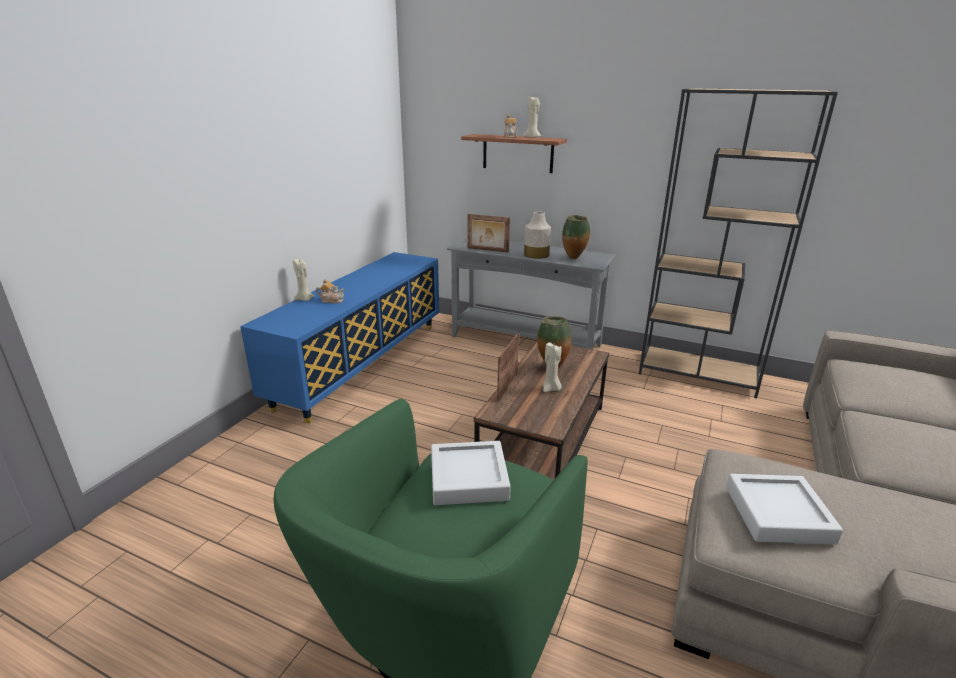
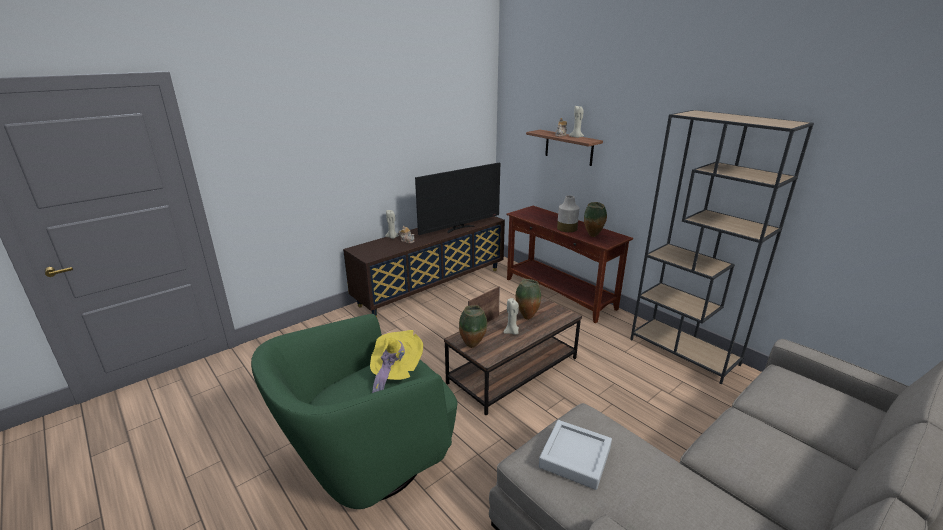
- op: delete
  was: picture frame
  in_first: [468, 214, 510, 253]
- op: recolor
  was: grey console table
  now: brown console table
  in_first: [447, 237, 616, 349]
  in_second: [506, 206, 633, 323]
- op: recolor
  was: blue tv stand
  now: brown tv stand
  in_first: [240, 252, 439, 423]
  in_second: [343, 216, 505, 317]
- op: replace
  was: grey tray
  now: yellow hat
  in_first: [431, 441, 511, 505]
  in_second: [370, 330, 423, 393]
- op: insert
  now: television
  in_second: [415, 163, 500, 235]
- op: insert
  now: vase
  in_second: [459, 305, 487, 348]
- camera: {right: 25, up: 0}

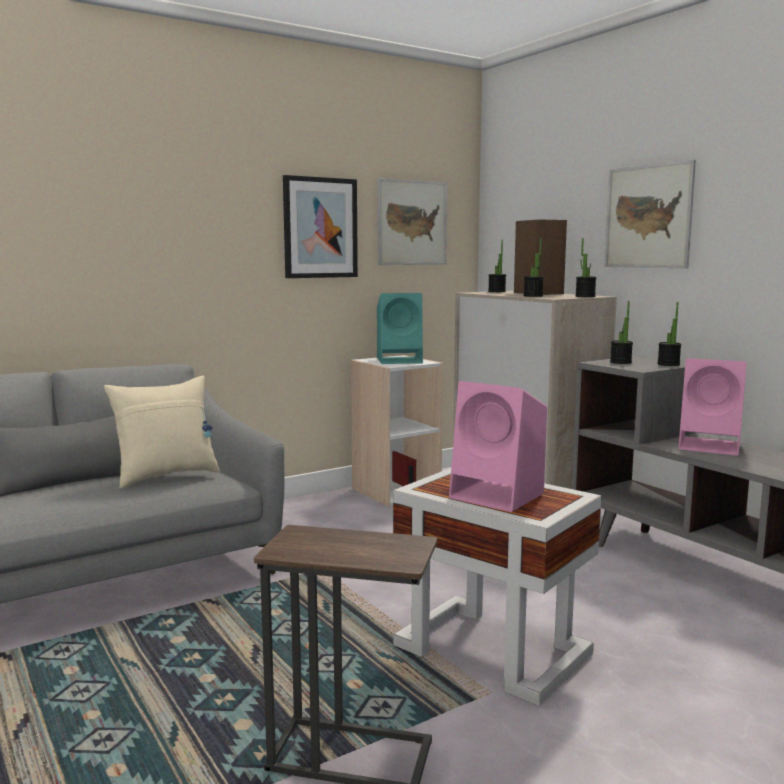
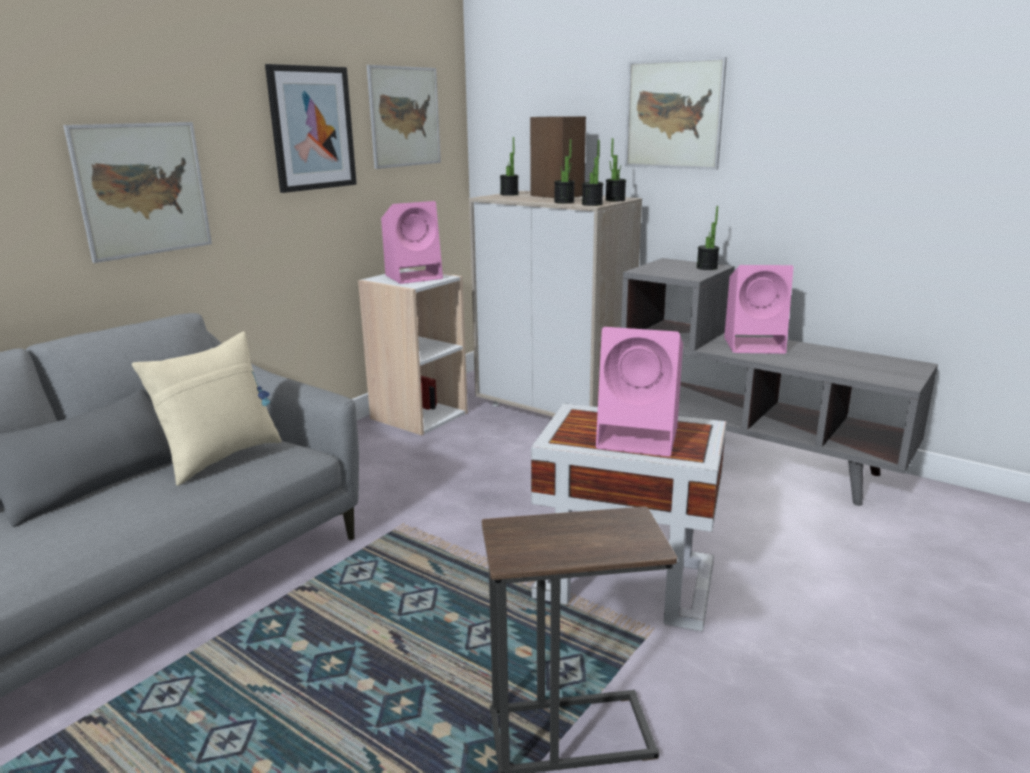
- op: recolor
  was: turquoise speaker
  now: pink speaker
  in_first: [377, 293, 423, 364]
  in_second: [381, 201, 443, 284]
- op: move
  was: potted plant
  in_first: [610, 301, 633, 364]
  in_second: [582, 140, 603, 206]
- op: insert
  now: picture
  in_second: [63, 122, 212, 263]
- camera: {right: -20, up: 10}

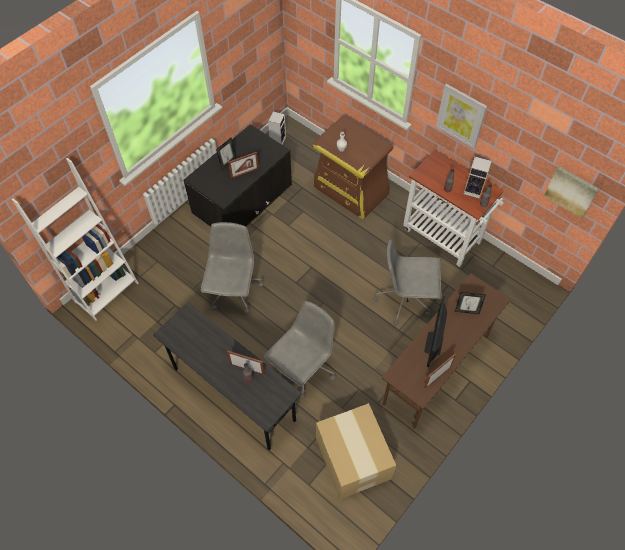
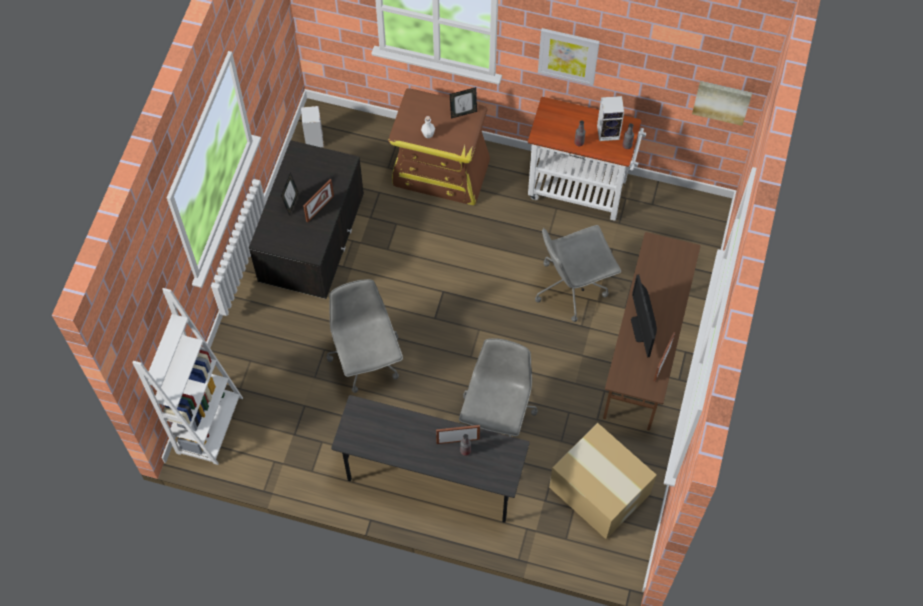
- op: move
  was: picture frame
  in_first: [455, 292, 486, 314]
  in_second: [450, 87, 477, 119]
- camera: {right: -25, up: 5}

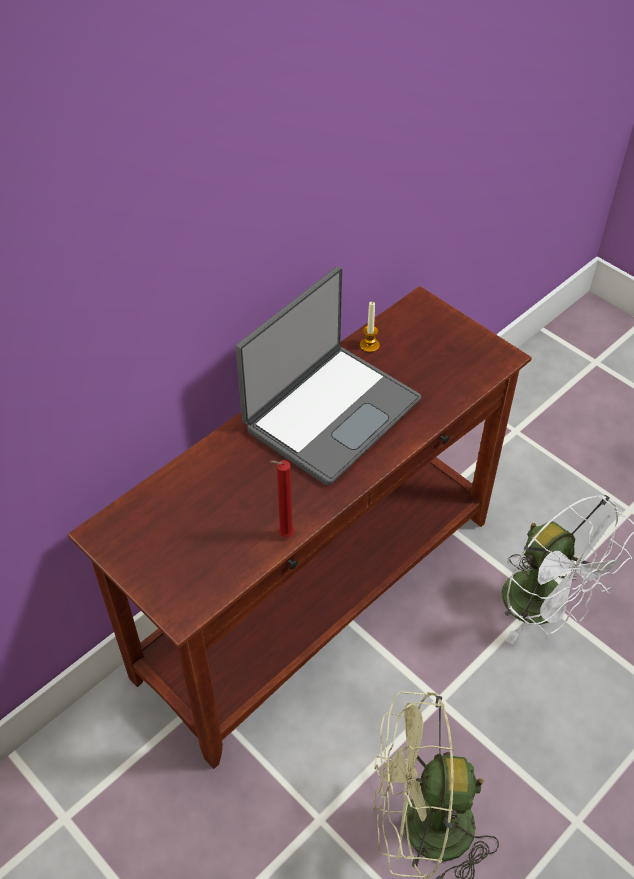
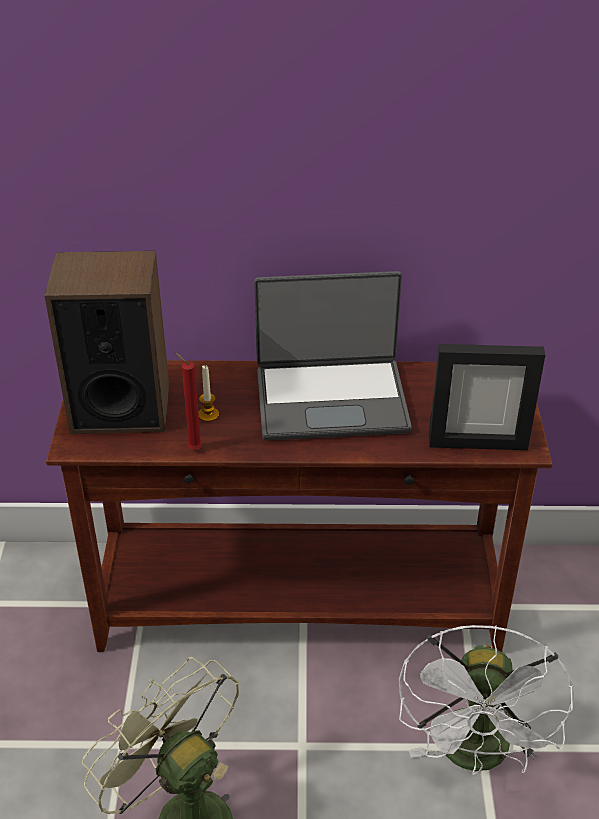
- op: move
  was: candle
  in_first: [360, 302, 380, 353]
  in_second: [198, 365, 219, 422]
- op: insert
  now: speaker
  in_second: [45, 251, 169, 434]
- op: insert
  now: picture frame
  in_second: [429, 344, 545, 450]
- camera: {right: 45, up: -10}

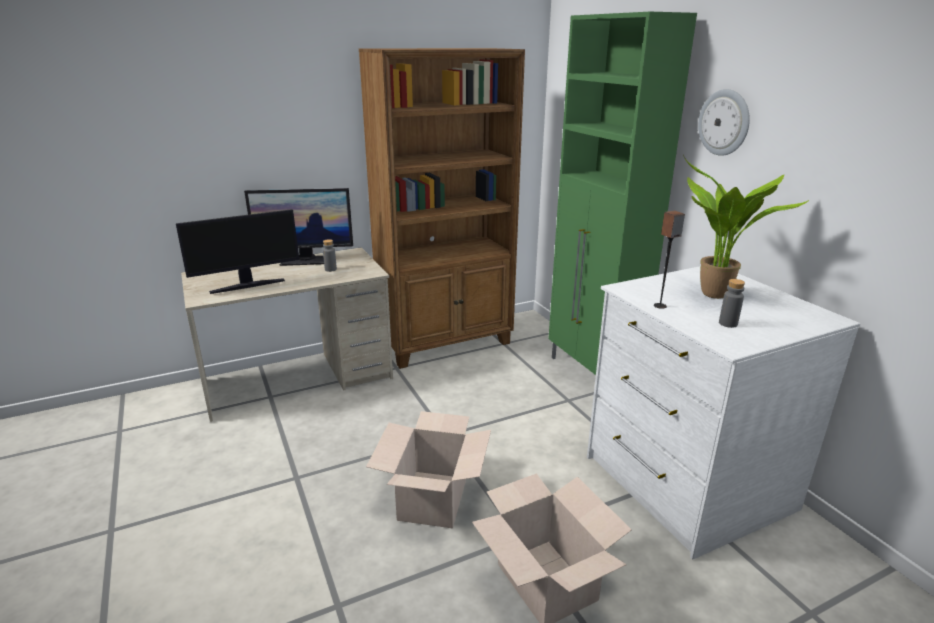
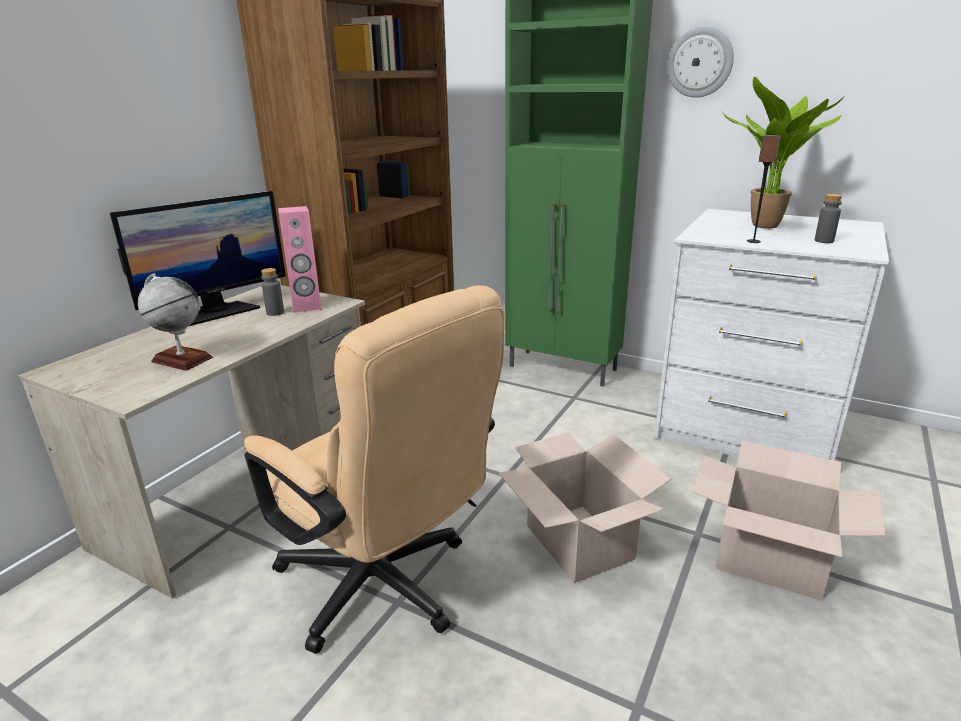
- op: replace
  was: monitor
  now: globe
  in_first: [176, 209, 299, 294]
  in_second: [138, 273, 213, 371]
- op: insert
  now: pink speaker
  in_second: [278, 206, 321, 312]
- op: insert
  now: beige office chair
  in_second: [244, 285, 504, 654]
- camera: {right: -35, up: 0}

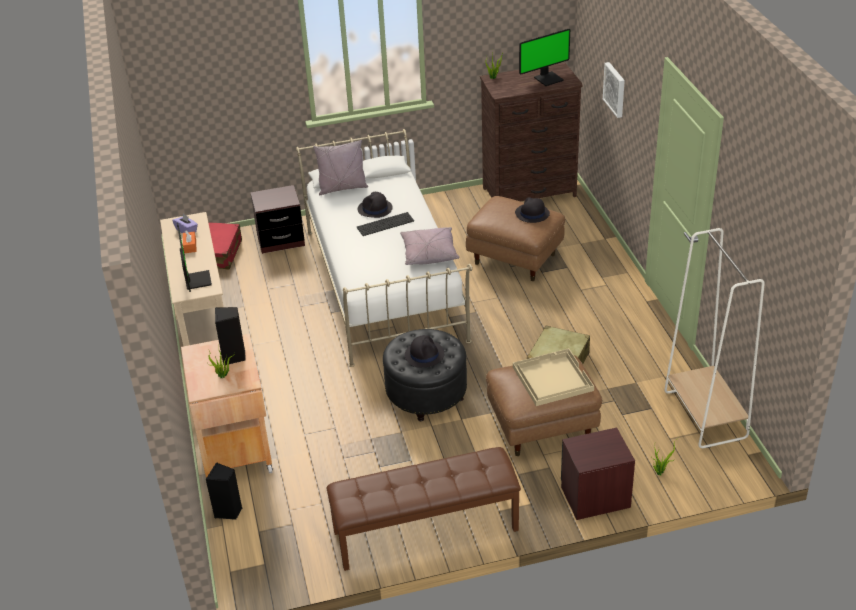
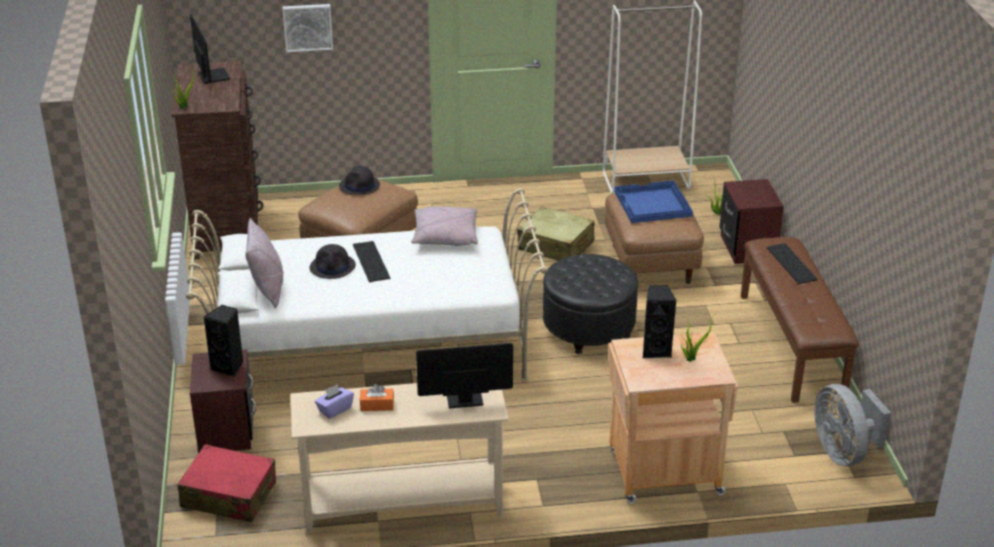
- op: delete
  was: black hat
  in_first: [405, 335, 444, 367]
- op: recolor
  was: beige tray
  now: blue tray
  in_first: [513, 348, 594, 406]
  in_second: [614, 180, 693, 223]
- op: move
  was: black speaker
  in_first: [206, 463, 242, 520]
  in_second: [204, 305, 243, 377]
- op: insert
  now: keyboard
  in_second: [767, 243, 818, 284]
- op: insert
  now: grey fan
  in_second: [814, 384, 891, 466]
- camera: {right: -85, up: -5}

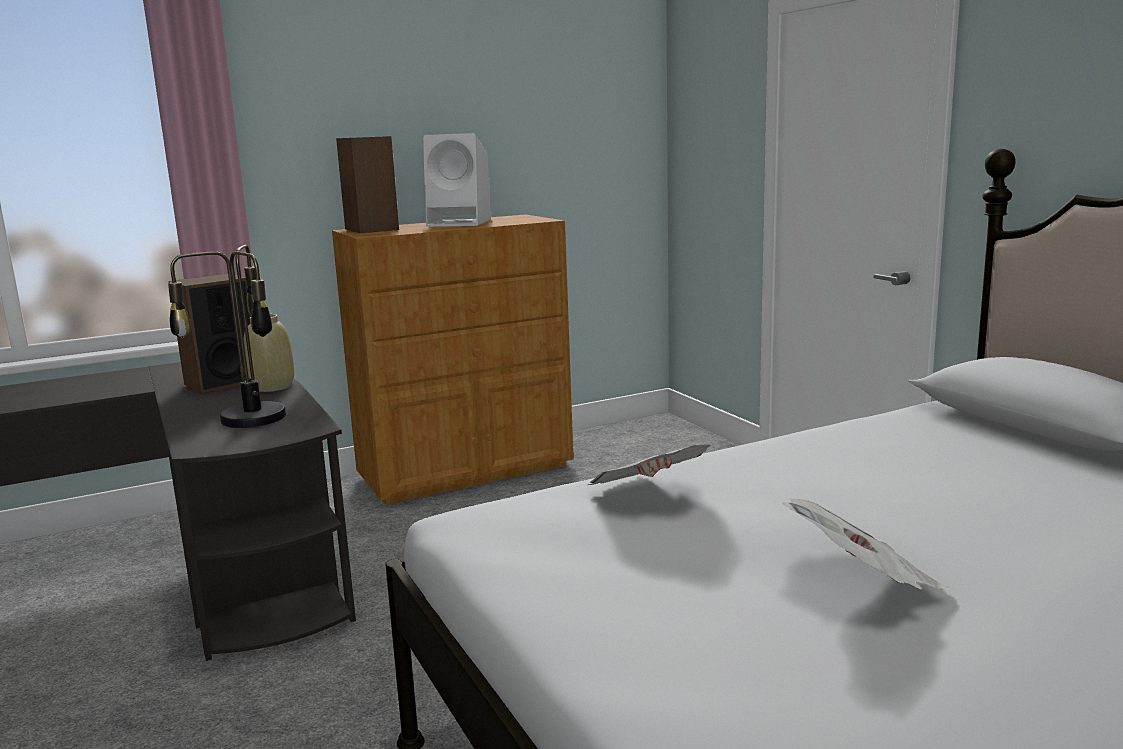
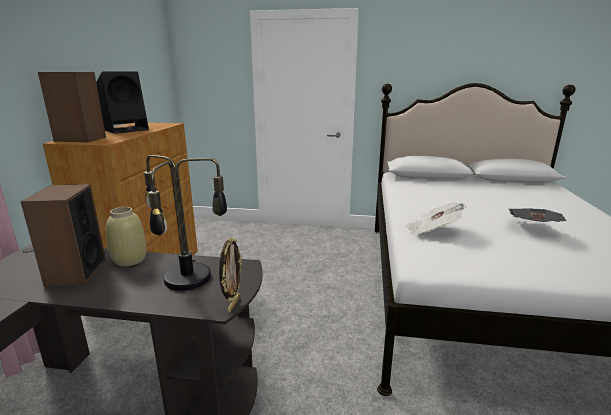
- op: recolor
  was: white speaker
  now: black speaker
  in_first: [423, 133, 491, 227]
  in_second: [96, 71, 149, 134]
- op: insert
  now: picture frame
  in_second: [219, 237, 242, 312]
- camera: {right: -55, up: 5}

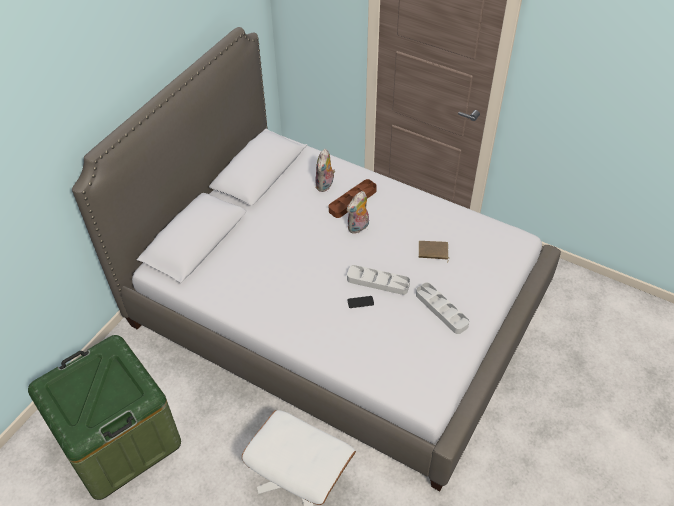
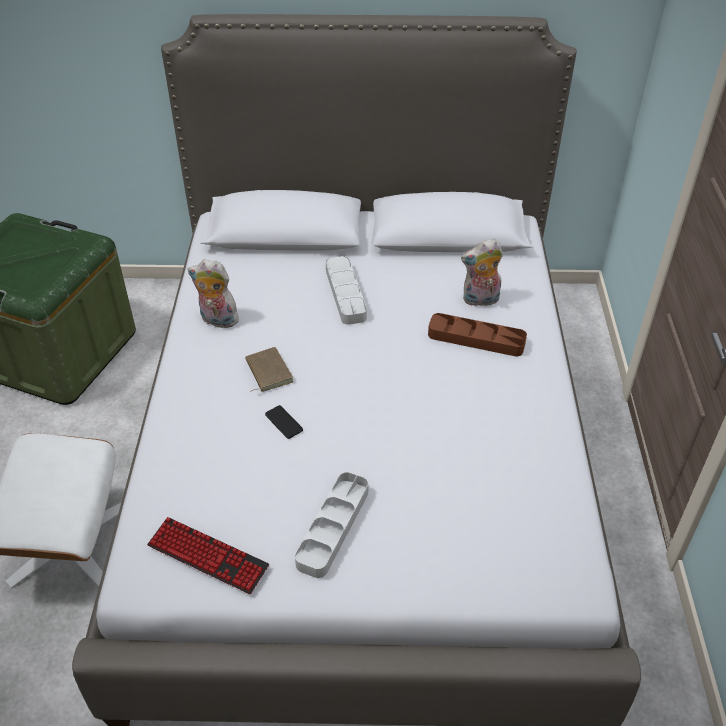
- op: move
  was: plush toy
  in_first: [347, 191, 369, 233]
  in_second: [188, 259, 239, 328]
- op: move
  was: brown book
  in_first: [419, 241, 450, 263]
  in_second: [245, 347, 293, 392]
- op: move
  was: grey tray
  in_first: [347, 265, 410, 295]
  in_second: [326, 256, 367, 325]
- op: insert
  now: keyboard
  in_second: [147, 517, 269, 594]
- camera: {right: 60, up: -5}

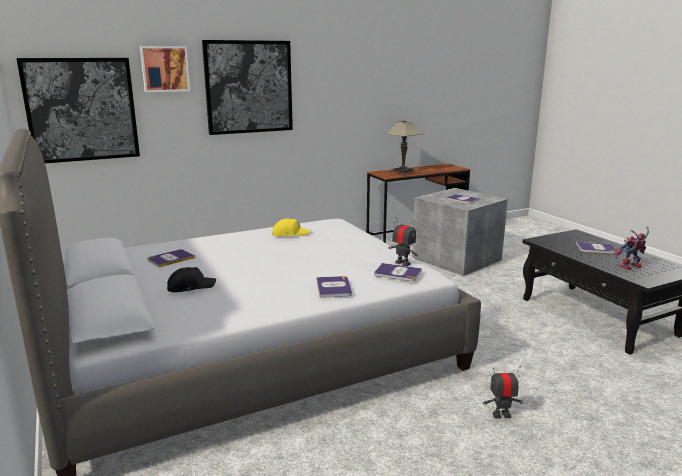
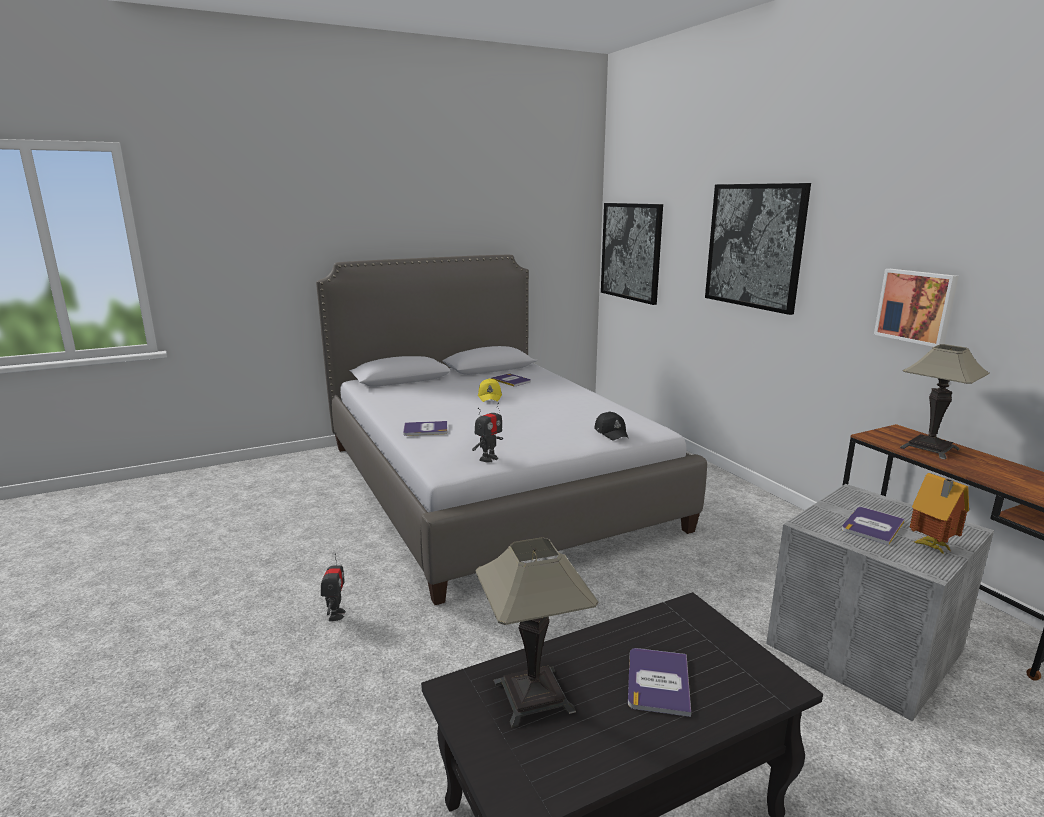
- op: move
  was: picture
  in_first: [140, 46, 190, 92]
  in_second: [874, 269, 959, 347]
- op: move
  was: yellow cap
  in_first: [272, 219, 310, 236]
  in_second: [478, 379, 502, 402]
- op: replace
  was: toy robot
  now: table lamp
  in_first: [613, 227, 649, 270]
  in_second: [475, 537, 598, 728]
- op: delete
  was: book
  in_first: [374, 263, 422, 281]
- op: move
  was: black cap
  in_first: [167, 267, 216, 292]
  in_second: [594, 412, 628, 440]
- op: insert
  now: toy house
  in_second: [910, 473, 969, 554]
- camera: {right: 90, up: 0}

